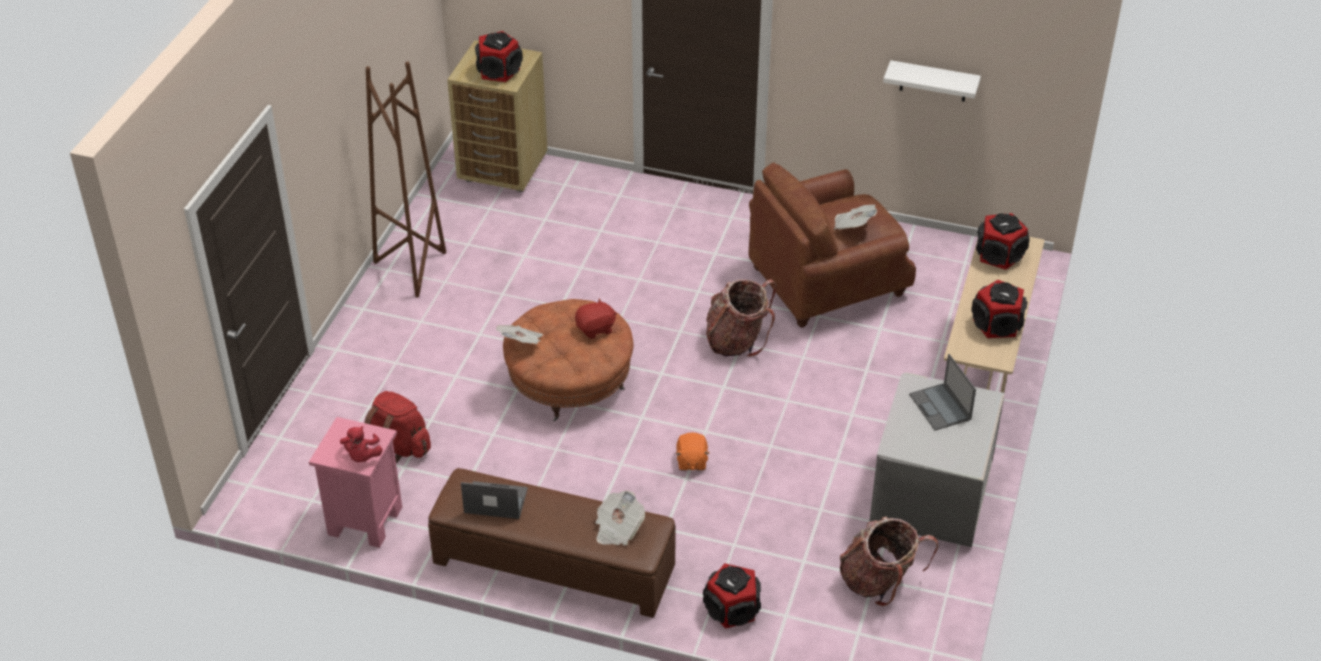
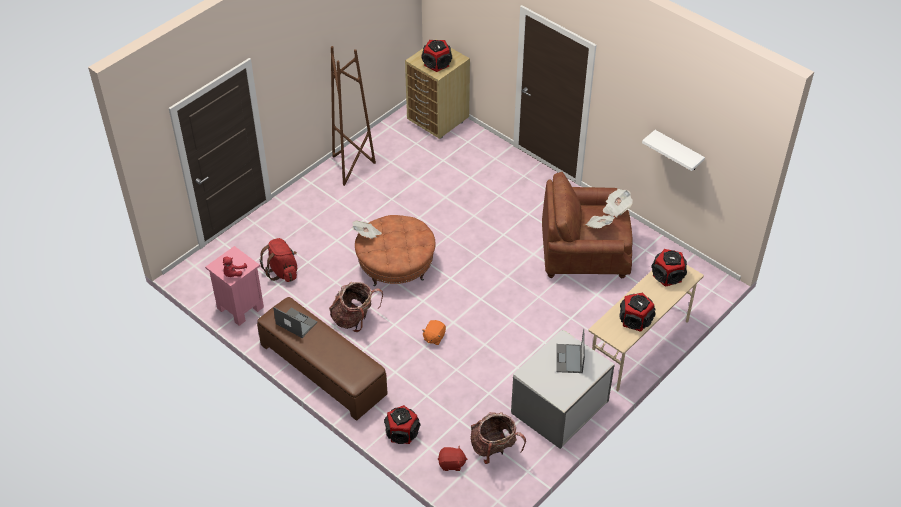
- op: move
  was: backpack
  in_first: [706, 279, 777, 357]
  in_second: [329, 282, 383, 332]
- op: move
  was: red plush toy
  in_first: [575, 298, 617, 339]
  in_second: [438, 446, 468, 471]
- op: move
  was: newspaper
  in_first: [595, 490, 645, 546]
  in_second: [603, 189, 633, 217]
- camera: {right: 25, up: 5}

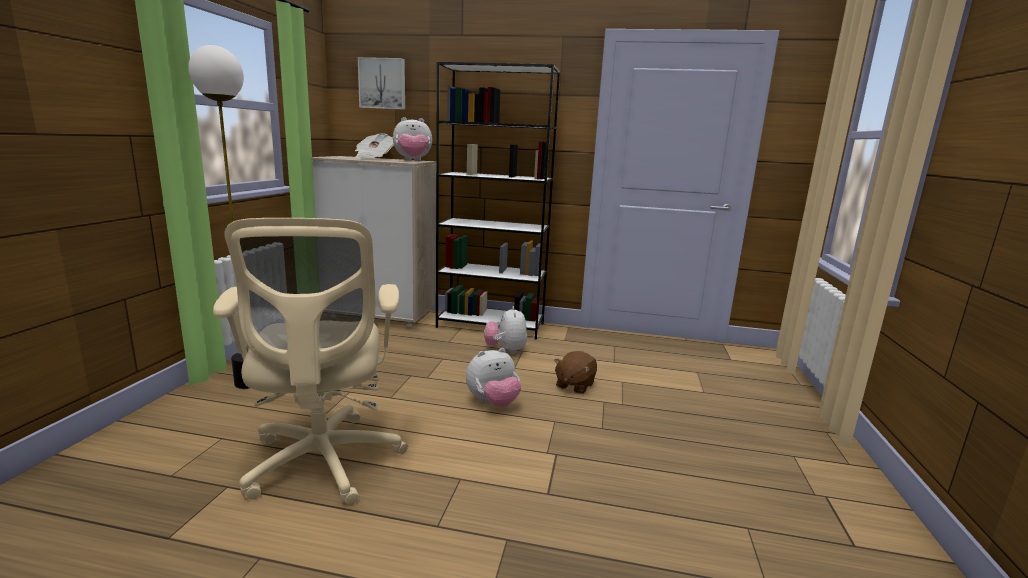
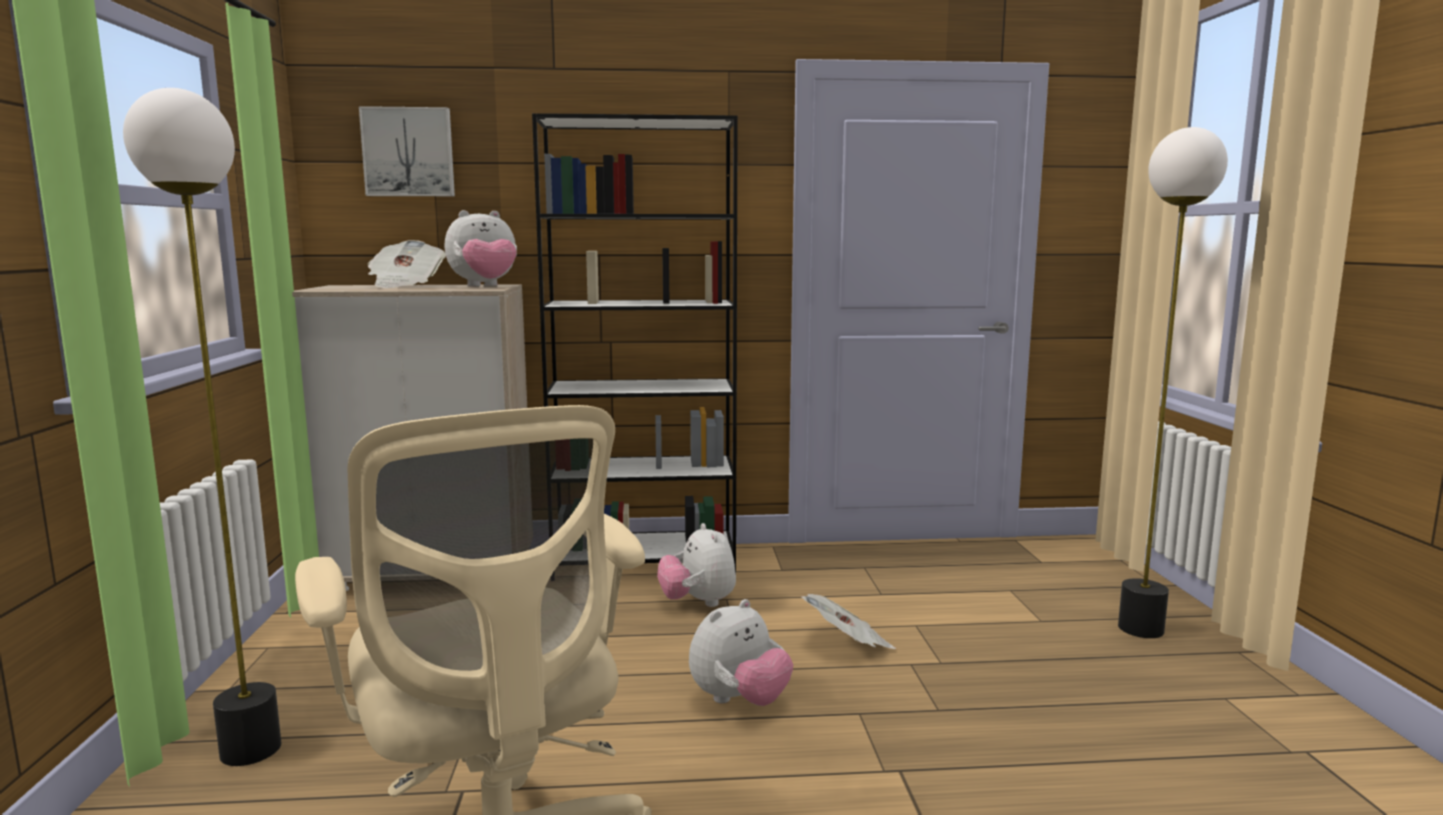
- op: replace
  was: brown plush toy
  now: newspaper
  in_first: [554, 351, 597, 394]
  in_second: [801, 594, 896, 649]
- op: insert
  now: floor lamp
  in_second: [1118, 127, 1228, 638]
- camera: {right: -15, up: -5}

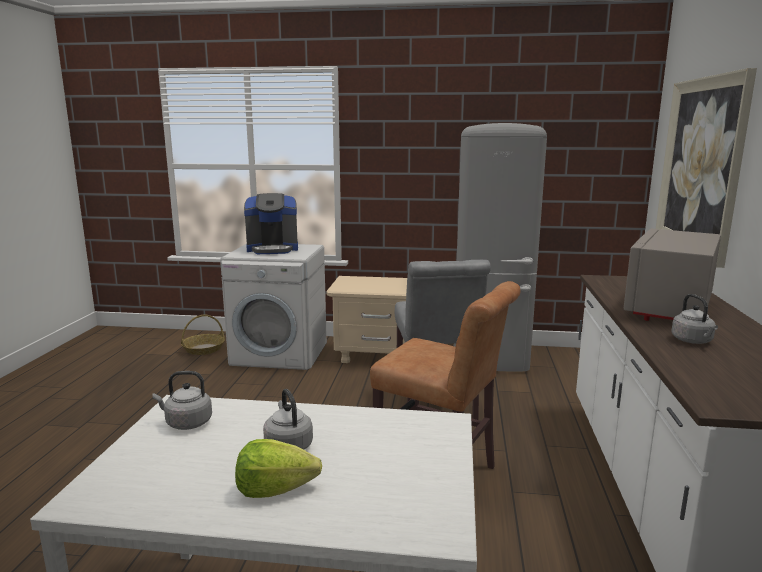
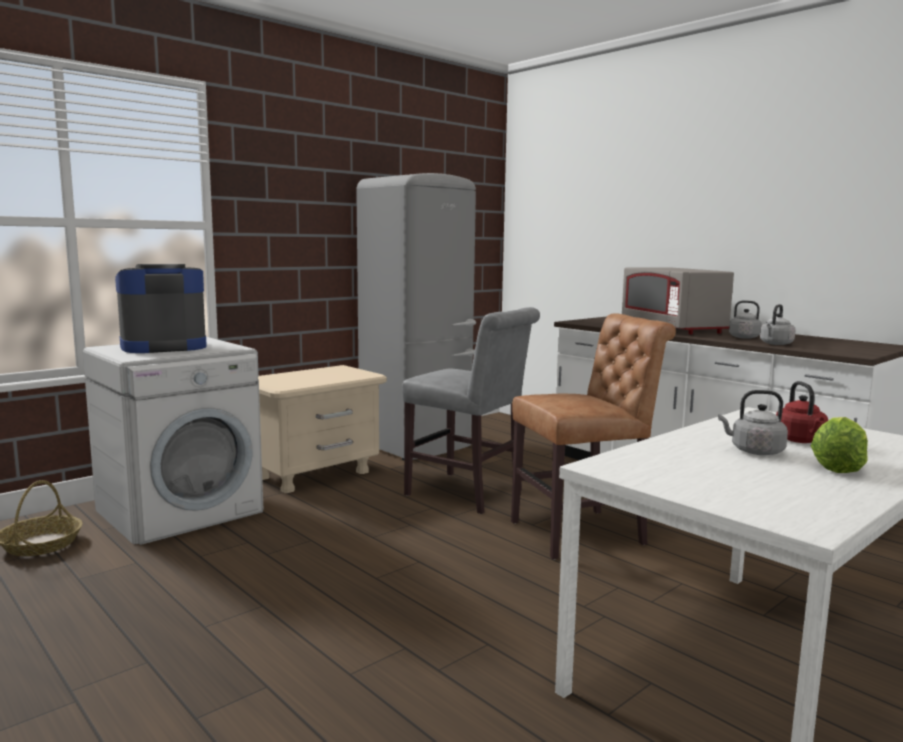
- op: delete
  was: picture
  in_first: [656, 68, 757, 268]
- op: rotate
  was: coffee machine
  in_first: [244, 193, 298, 254]
  in_second: [115, 264, 207, 353]
  clockwise: -150
- op: move
  was: grey kettle
  in_first: [152, 371, 212, 430]
  in_second: [760, 304, 796, 345]
- op: insert
  now: red kettle
  in_second: [776, 381, 828, 443]
- camera: {right: -50, up: -5}

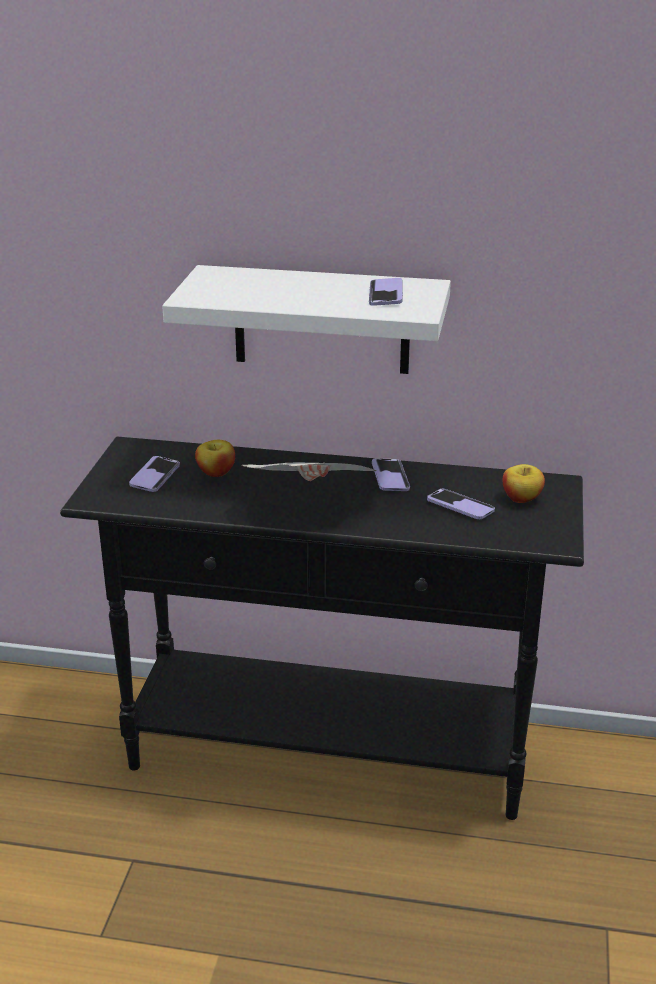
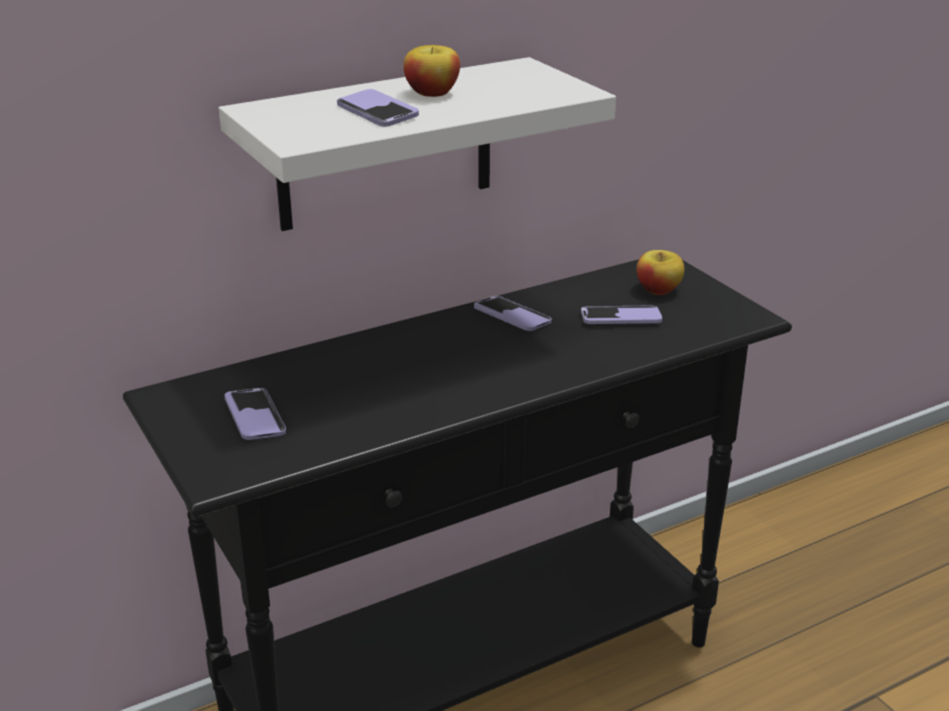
- op: move
  was: phone
  in_first: [369, 278, 403, 306]
  in_second: [337, 89, 419, 127]
- op: move
  was: apple
  in_first: [195, 440, 235, 477]
  in_second: [403, 45, 460, 97]
- op: delete
  was: newspaper
  in_first: [242, 462, 377, 481]
- camera: {right: -40, up: 0}

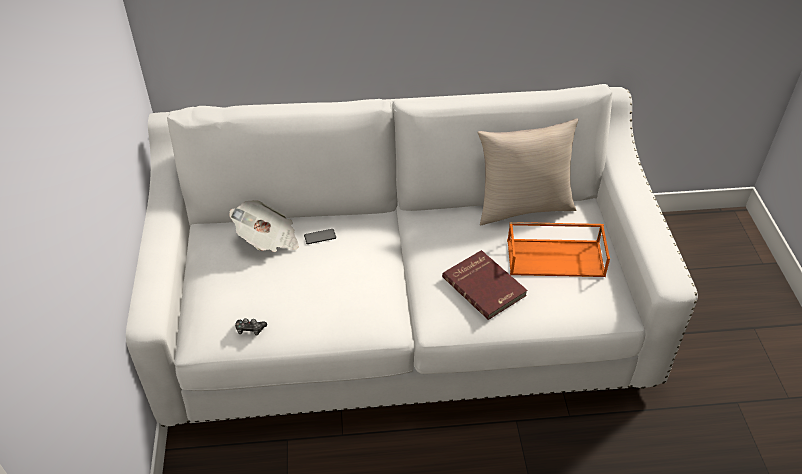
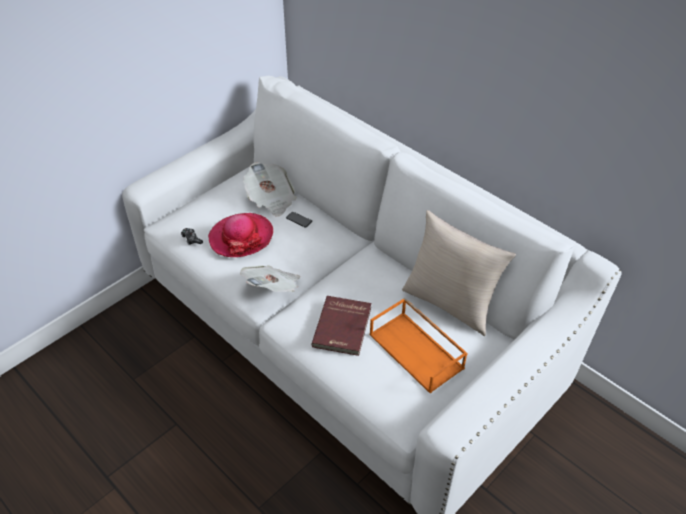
- op: insert
  now: hat
  in_second: [208, 213, 273, 257]
- op: insert
  now: newspaper
  in_second: [240, 265, 300, 292]
- camera: {right: 50, up: 0}

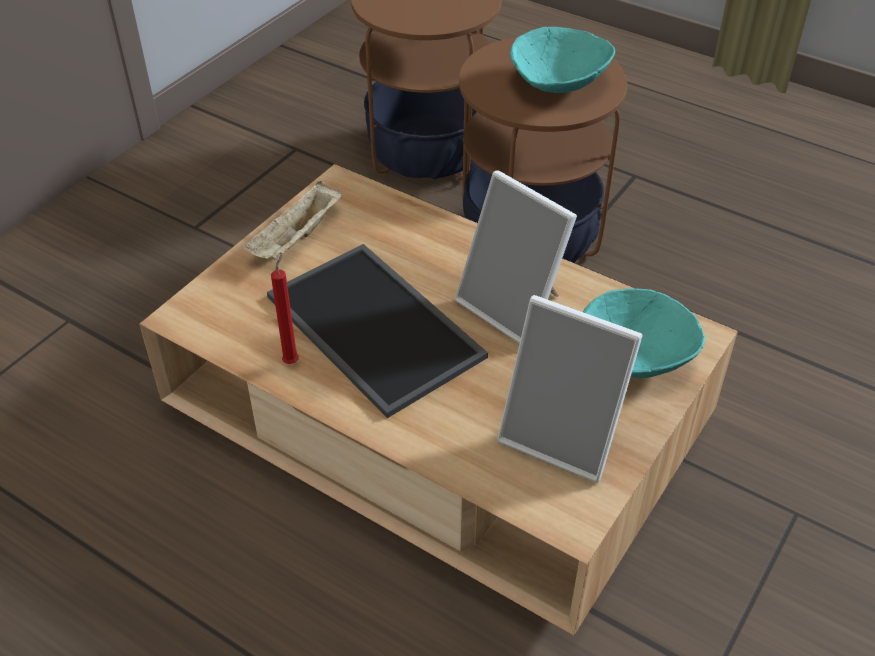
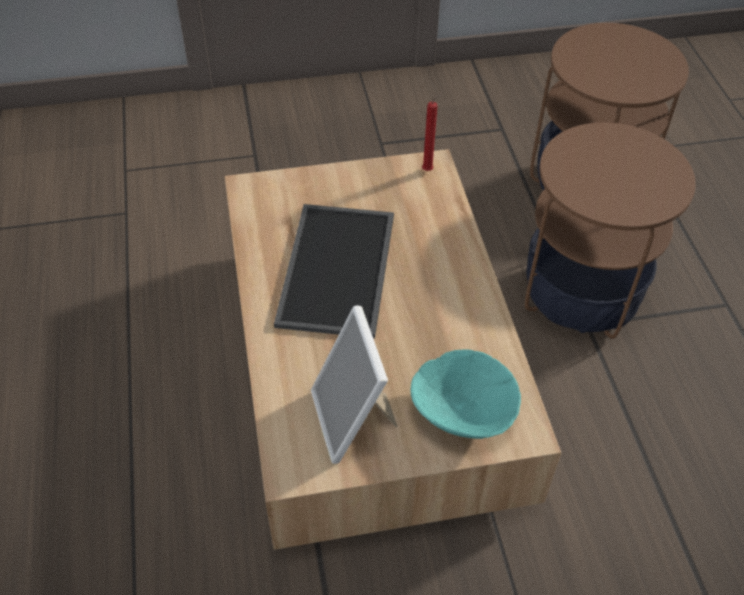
- op: delete
  was: turquoise bowl
  in_first: [510, 27, 615, 93]
- op: delete
  was: picture frame
  in_first: [455, 170, 577, 344]
- op: delete
  was: beige tray
  in_first: [244, 181, 342, 260]
- op: move
  was: red candle
  in_first: [271, 254, 299, 364]
  in_second: [422, 93, 442, 171]
- camera: {right: 45, up: 5}

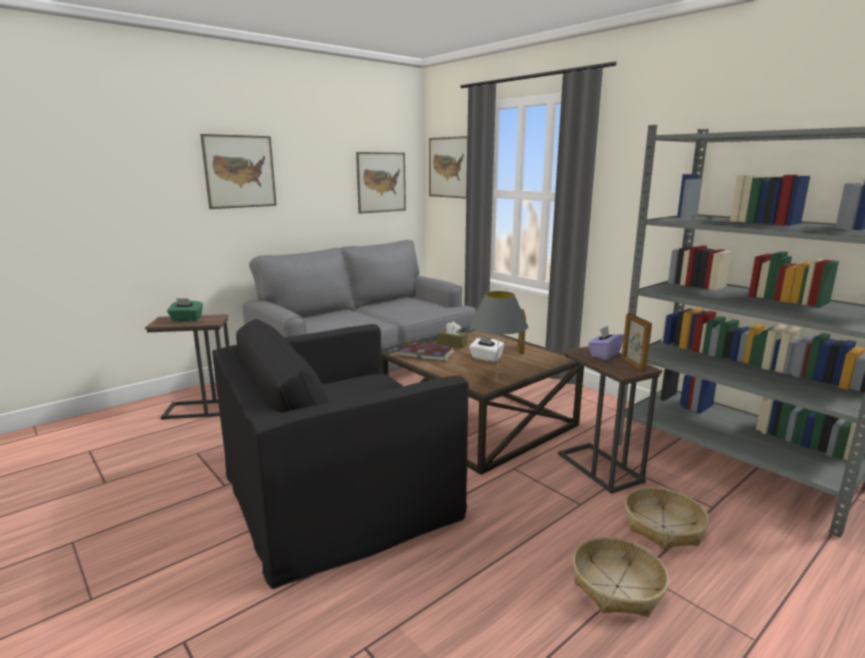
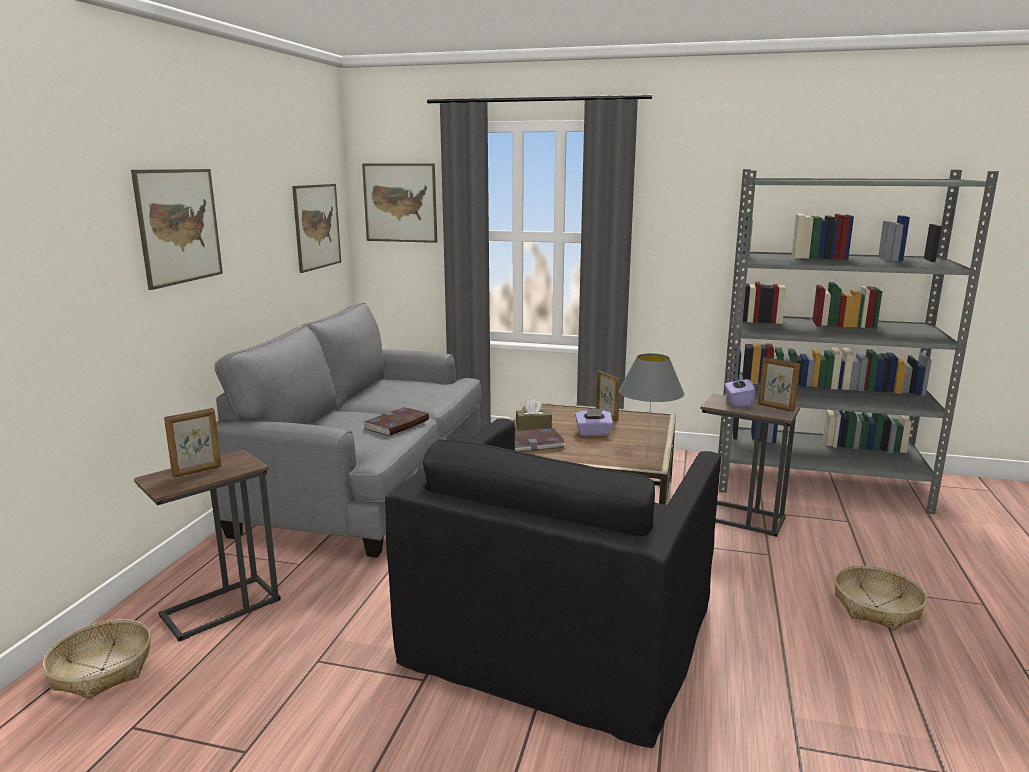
- op: replace
  was: green tissue box
  now: picture frame
  in_first: [167, 298, 203, 322]
  in_second: [164, 408, 221, 477]
- op: recolor
  was: white tissue box
  now: purple tissue box
  in_first: [469, 335, 504, 362]
  in_second: [575, 408, 613, 436]
- op: move
  was: basket
  in_first: [625, 487, 709, 549]
  in_second: [43, 619, 151, 699]
- op: insert
  now: book
  in_second: [363, 407, 429, 436]
- camera: {right: -35, up: 0}

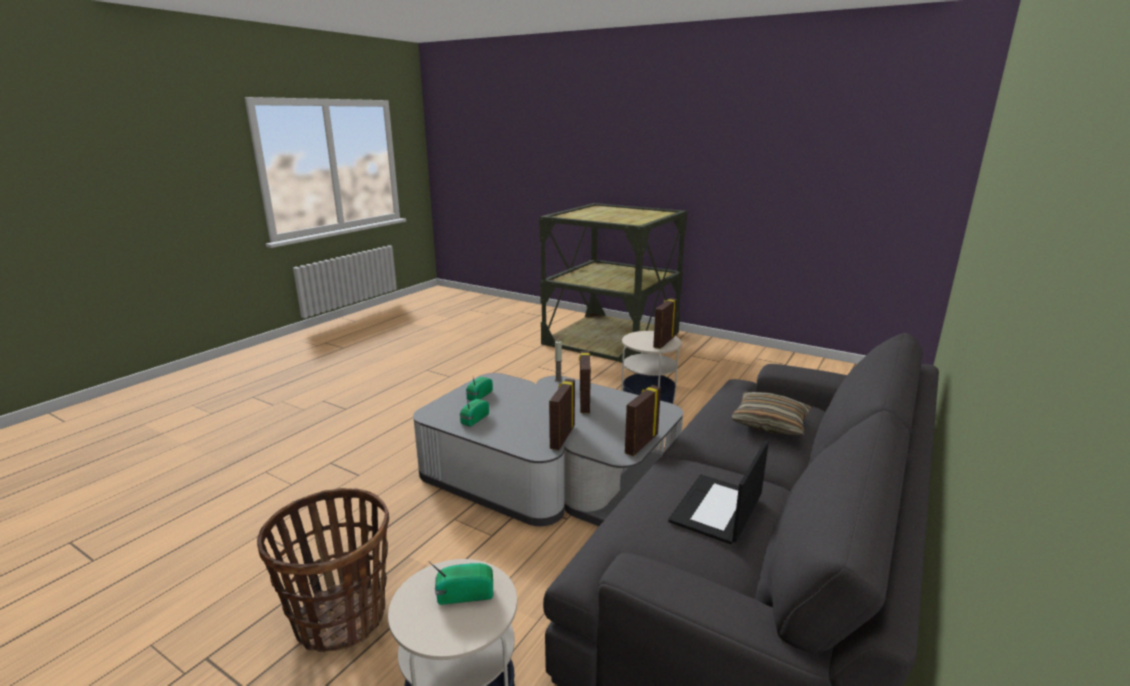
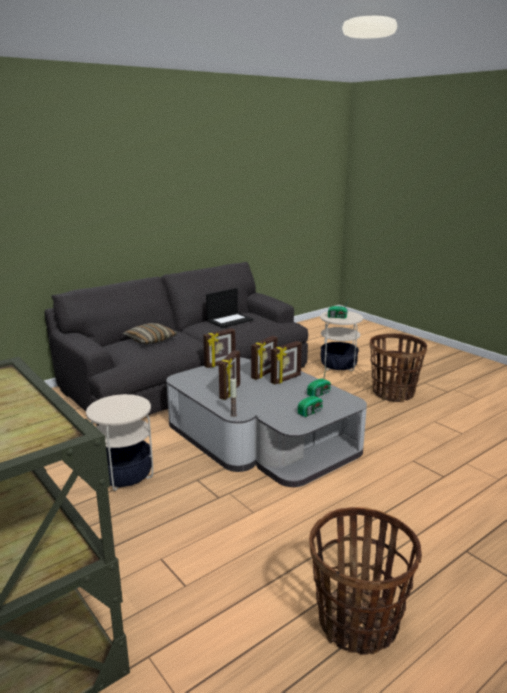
- op: move
  was: picture frame
  in_first: [653, 298, 677, 349]
  in_second: [271, 341, 302, 384]
- op: insert
  now: basket
  in_second: [309, 507, 422, 655]
- camera: {right: -160, up: 0}

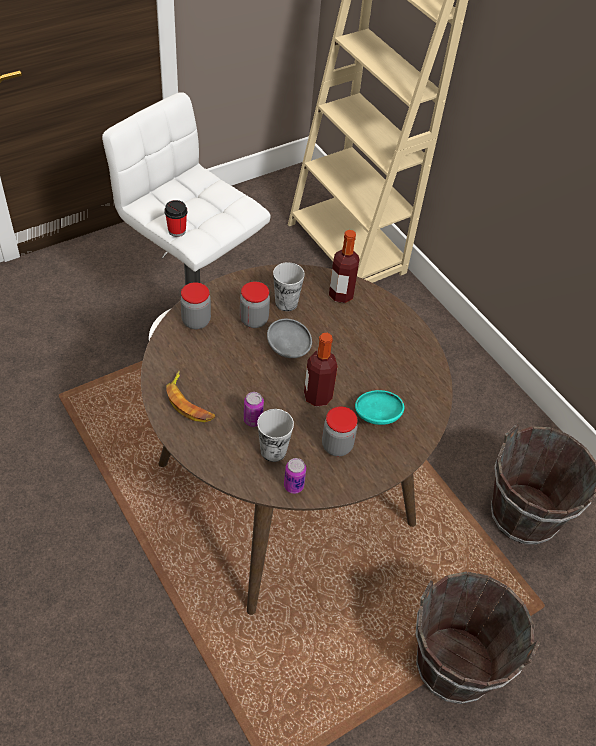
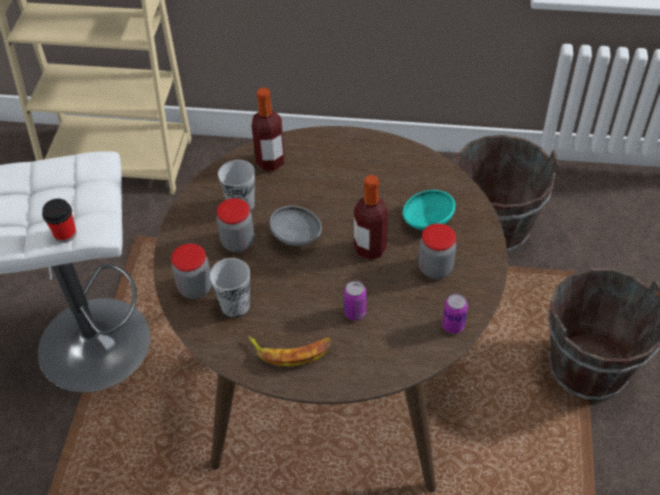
- op: move
  was: cup
  in_first: [257, 409, 294, 462]
  in_second: [210, 258, 250, 318]
- camera: {right: -45, up: 0}

